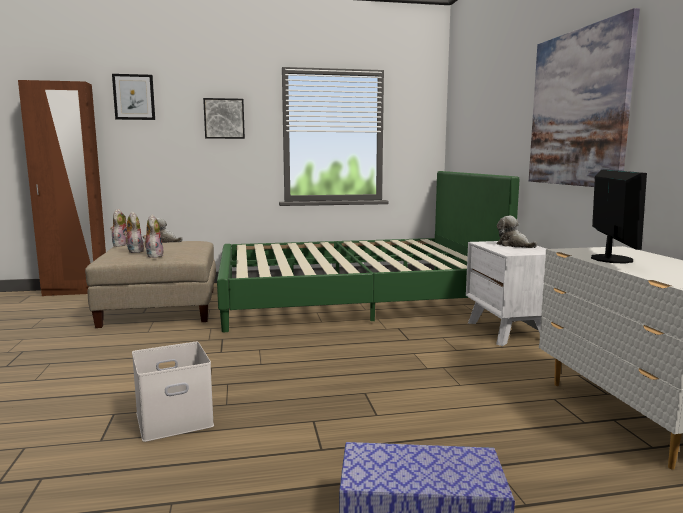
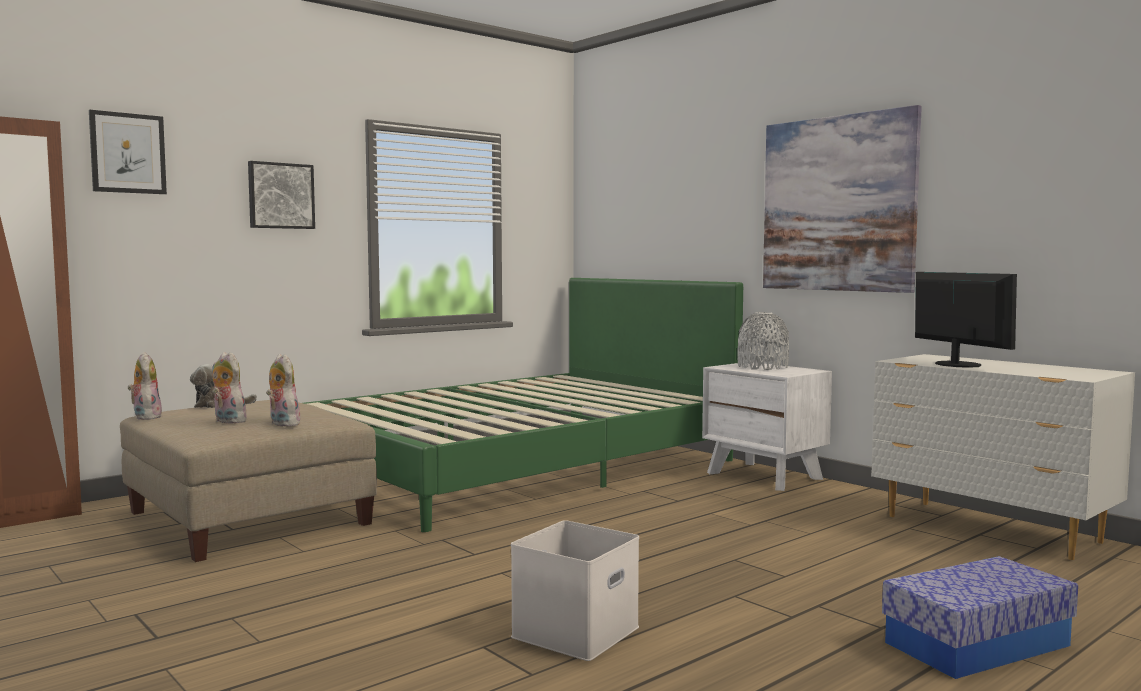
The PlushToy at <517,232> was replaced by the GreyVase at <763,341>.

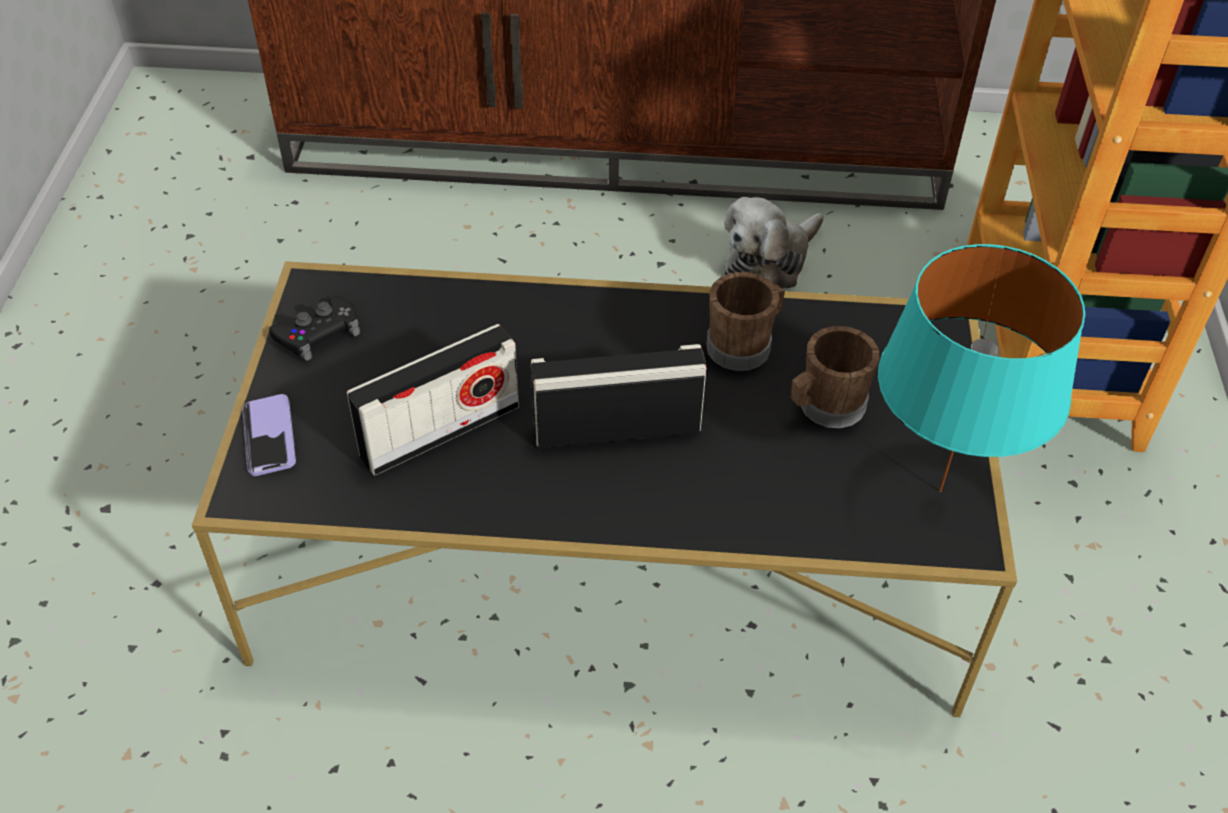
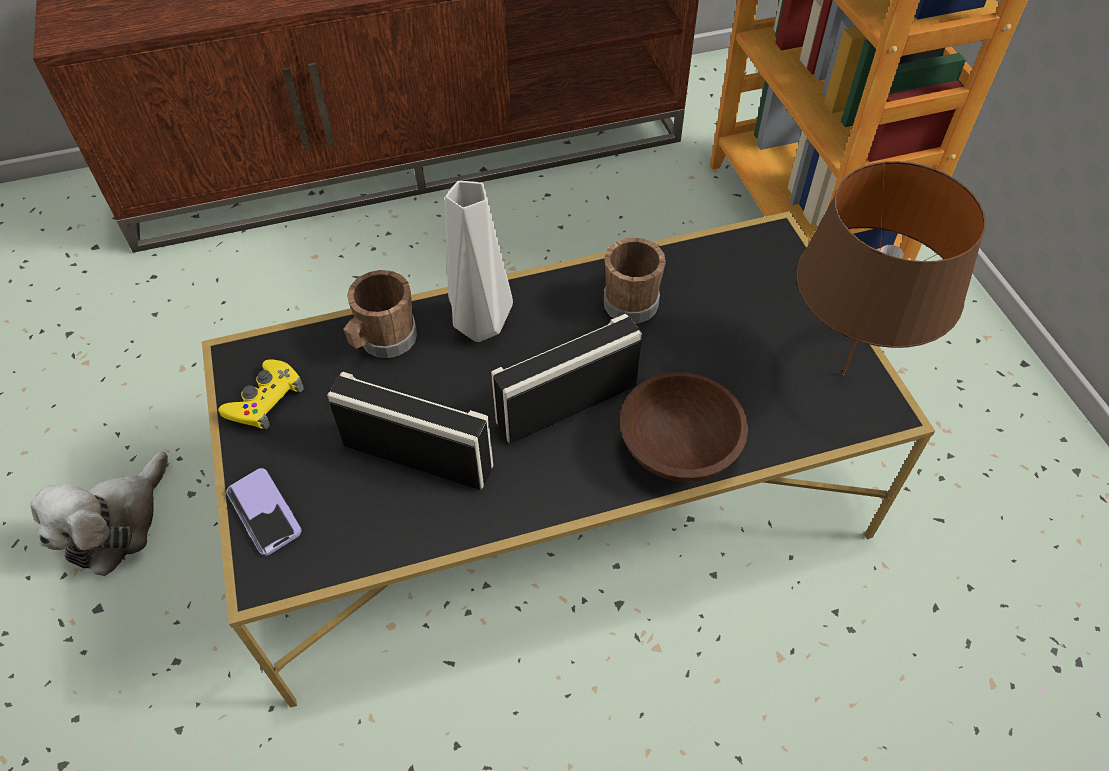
The PlushToy moved from <774,243> to <99,513>. The TurquoiseTableLamp at <981,368> became the BrownTableLamp at <891,268>. The BlackGameController at <314,328> became the YellowGameController at <261,394>. The Radio at <433,400> turned 105 degrees counterclockwise. The BrownMug moved from <835,377> to <380,314>. The GreyVase at <479,261> appeared. The BrownBowl at <684,427> appeared.

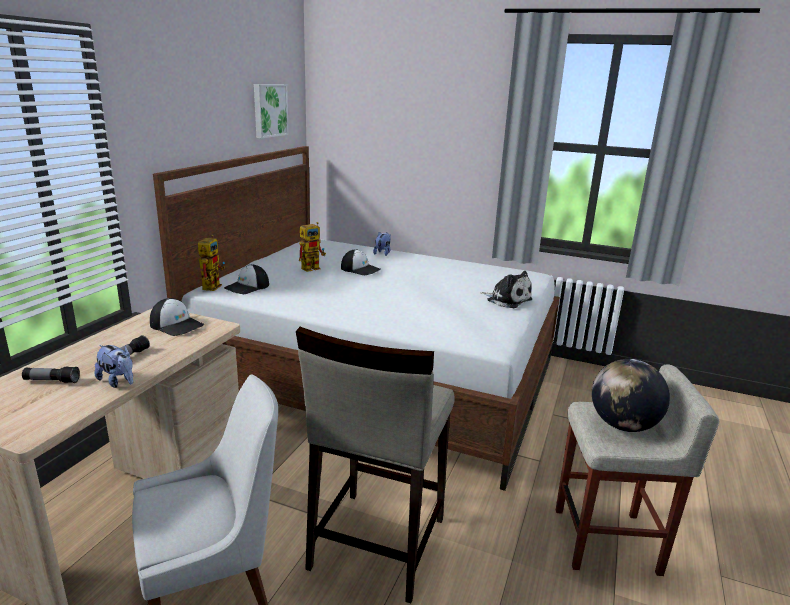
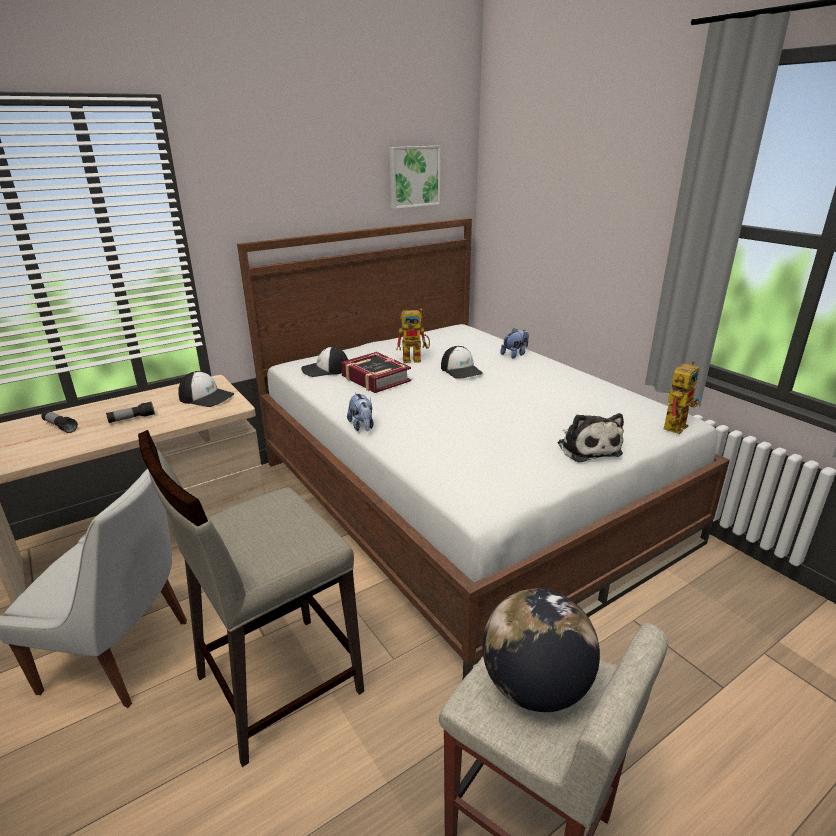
The ToyRobot moved from <211,262> to <682,397>. The Cap at <177,317> turned 45 degrees counterclockwise. The PlushToy moved from <113,366> to <360,411>. The Book at <376,372> appeared.

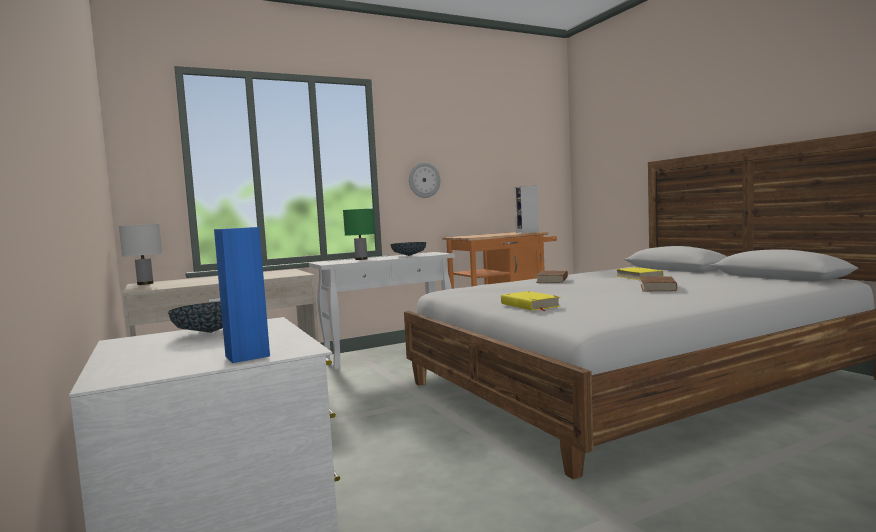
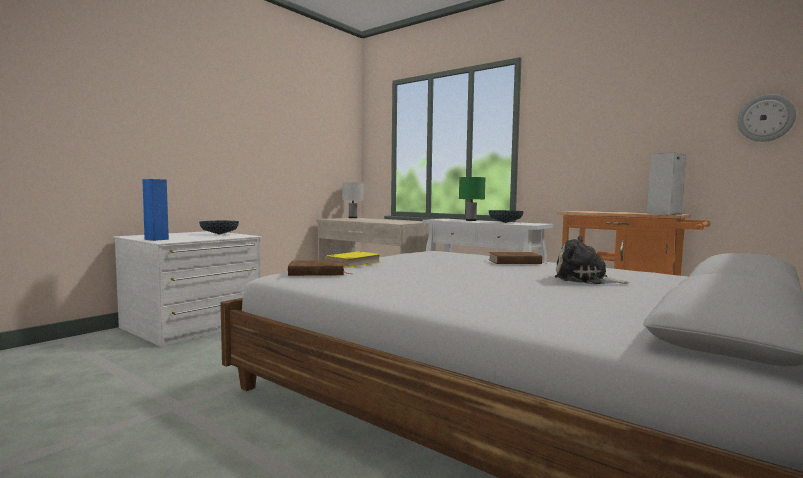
The WallClock moved from <424,180> to <767,118>. The YellowBook at <639,273> was replaced by the PlushToy at <592,260>. The BrownBook moved from <658,283> to <319,268>.

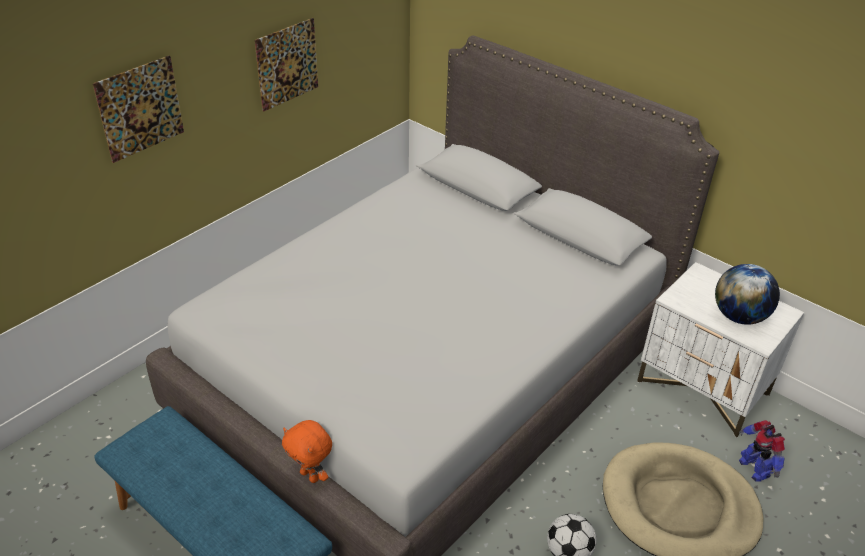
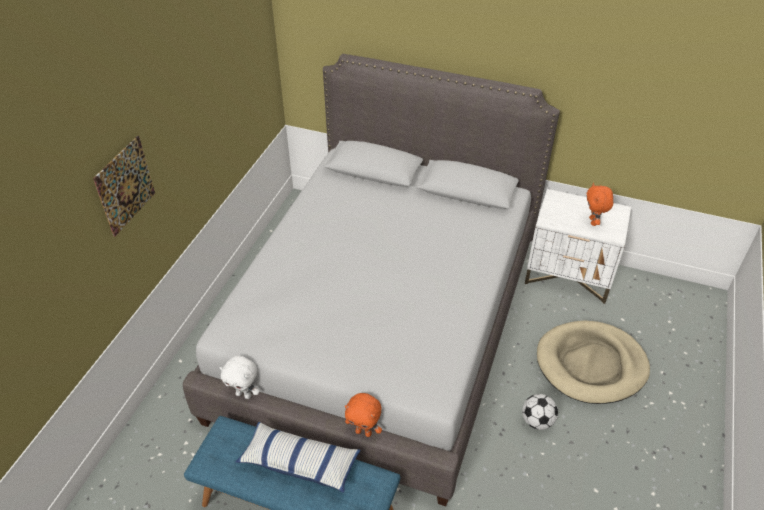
The Picture at <286,65> disappeared. The Globe at <747,294> was replaced by the OrangePlushToy at <600,204>. The ToyRobot at <762,450> disappeared. The WhitePlushToy at <240,377> appeared. The Pillow at <297,457> appeared.

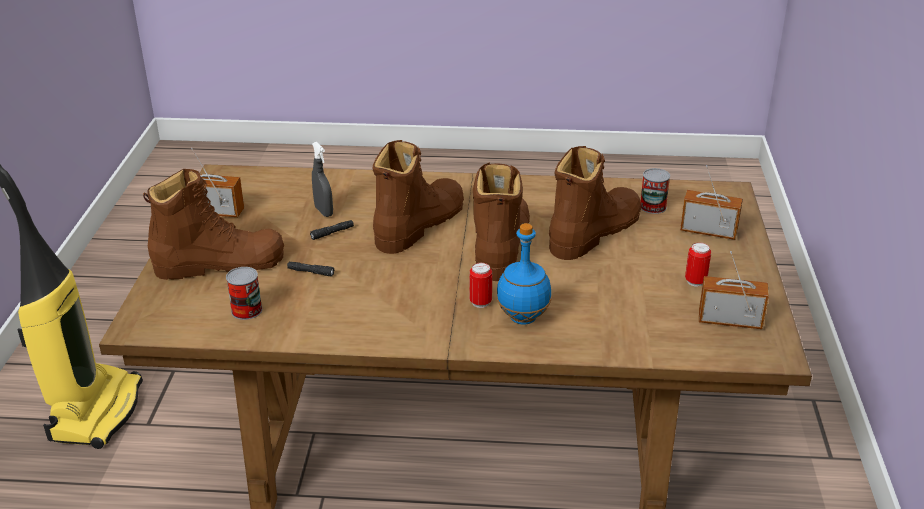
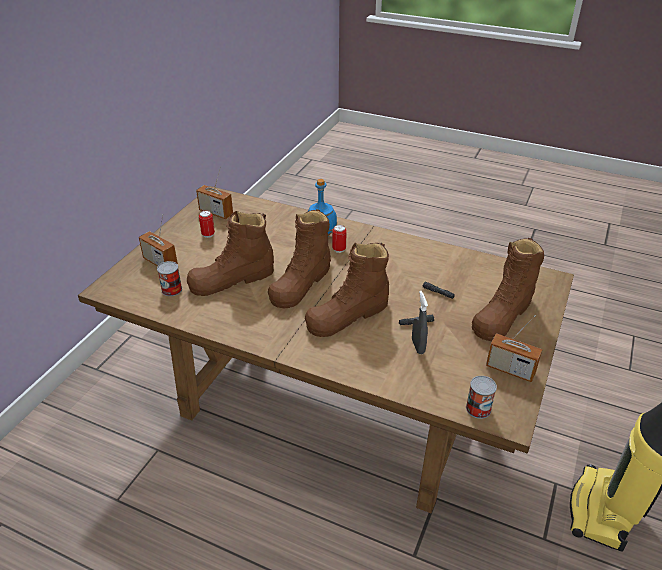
The BrownBoot at <213,224> turned 60 degrees counterclockwise. The Can moved from <244,293> to <481,397>.

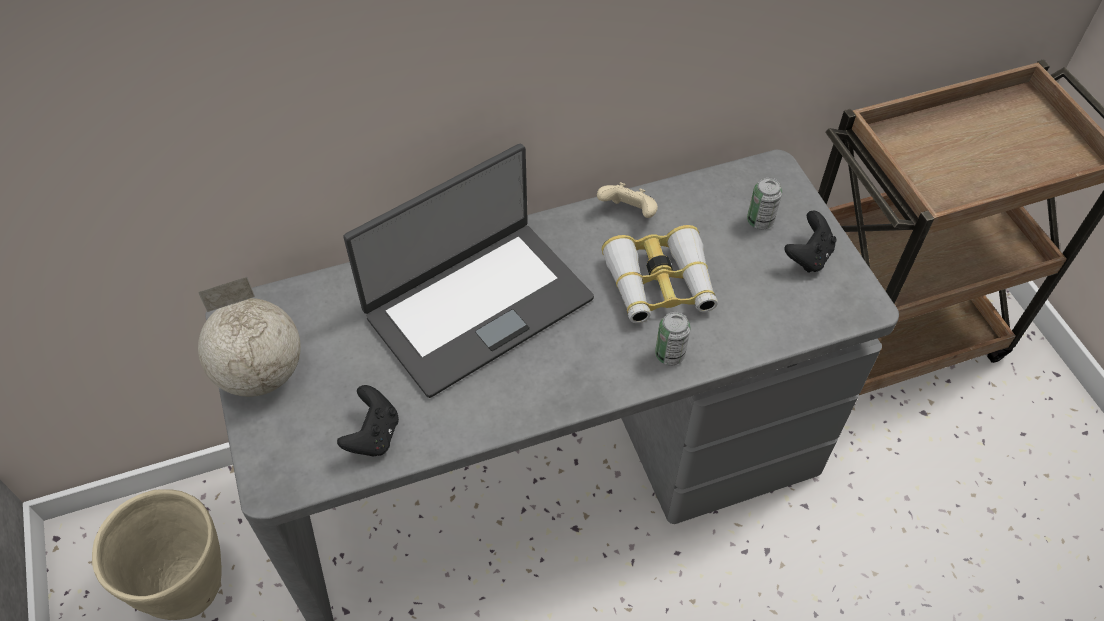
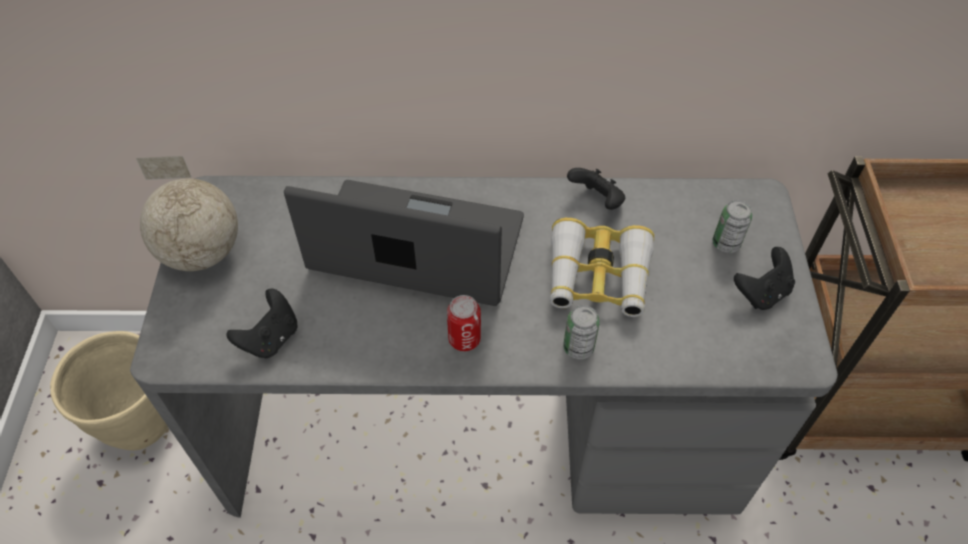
The Laptop at <469,271> turned 150 degrees counterclockwise. The BeigeGameController at <627,200> became the BlackGameController at <596,189>. The Can at <464,323> appeared.

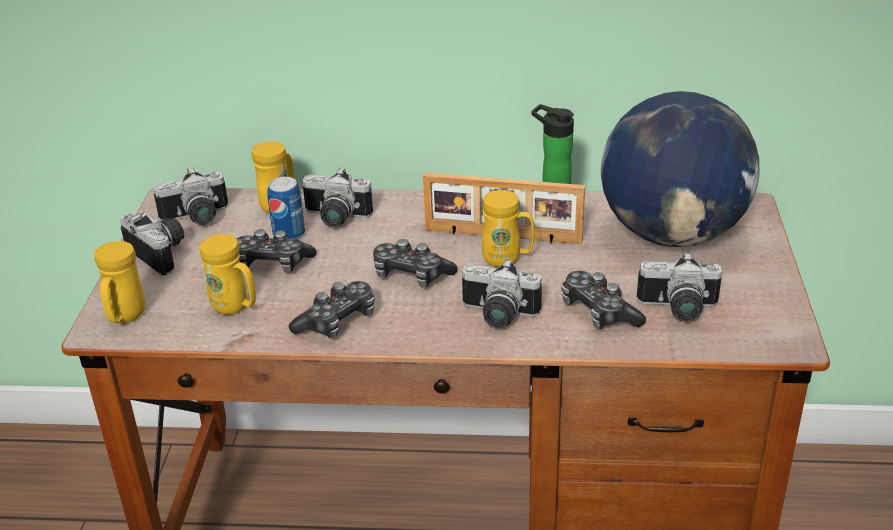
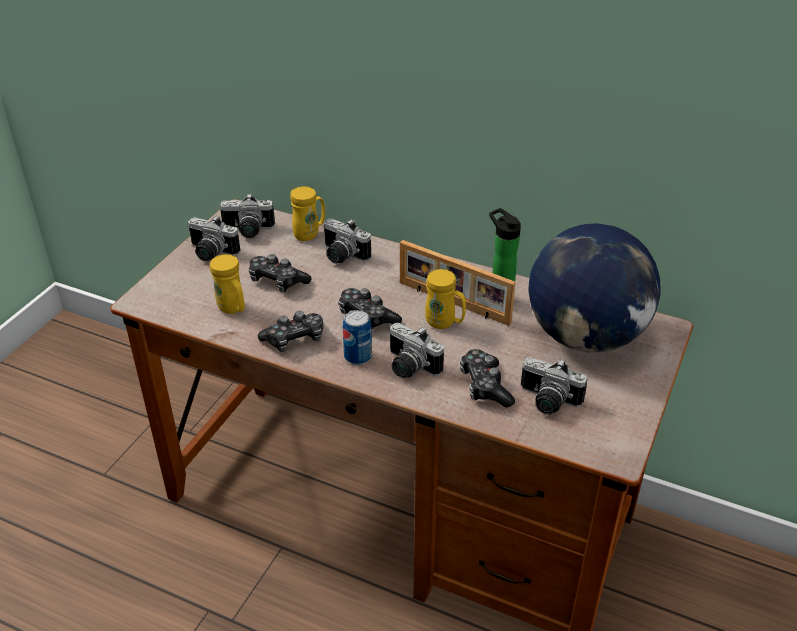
The Can moved from <286,208> to <357,337>. The PhotoCamera at <152,244> turned 135 degrees clockwise. The YellowMug at <120,282> disappeared.

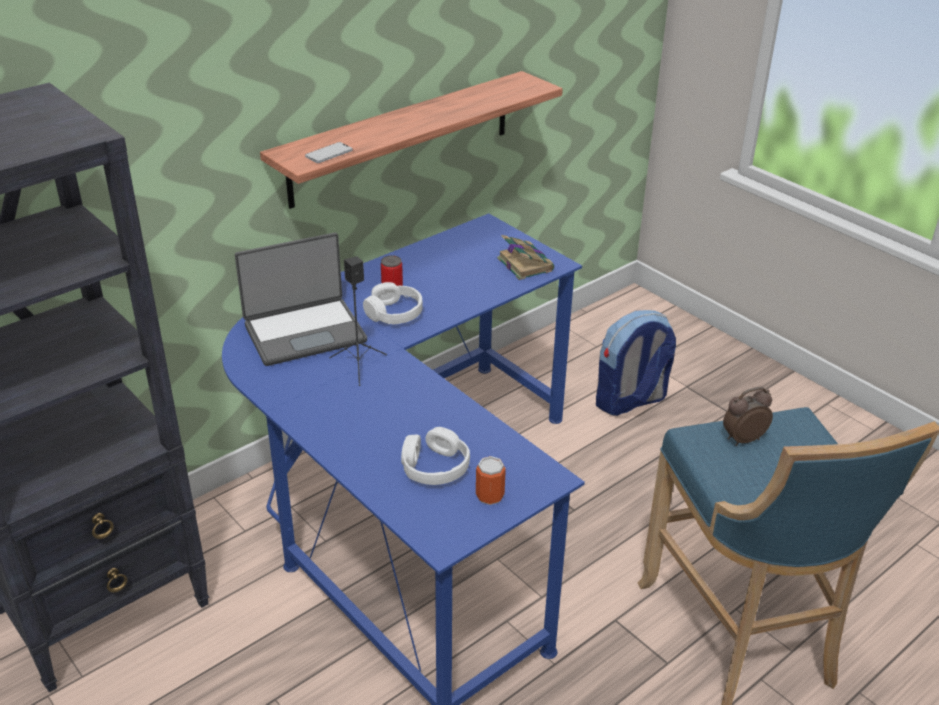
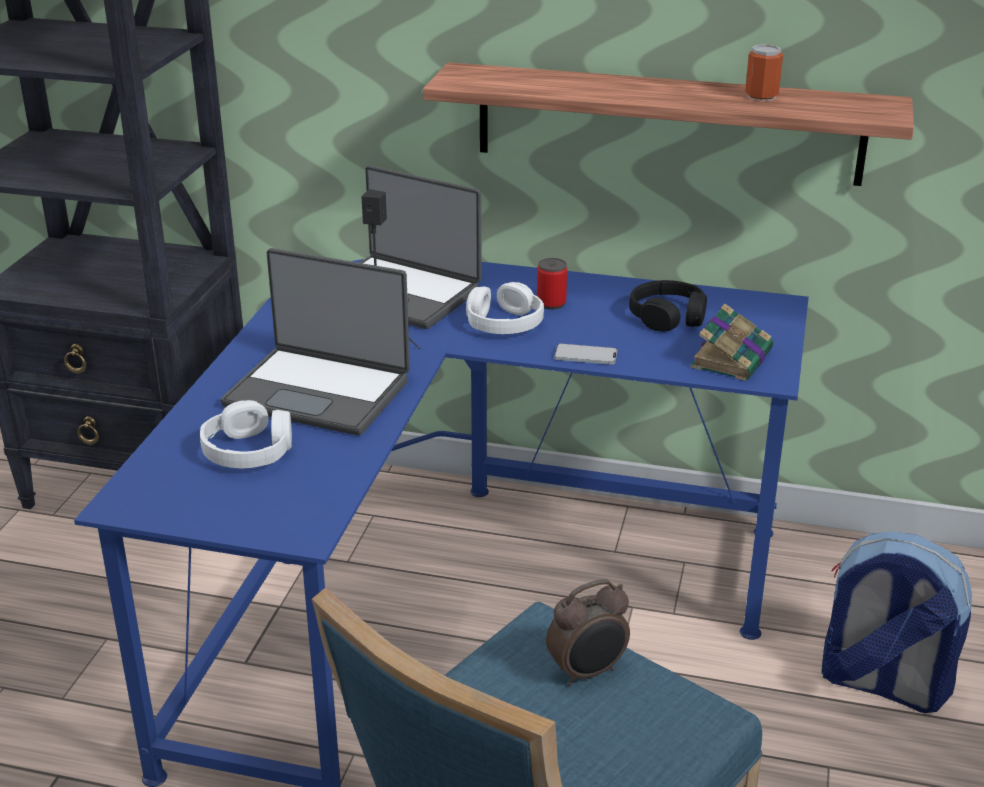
The Phone moved from <329,152> to <585,354>. The AlarmClock at <748,416> turned 120 degrees clockwise. The Can moved from <491,480> to <764,72>. The Laptop at <315,342> appeared. The BlackHeadphones at <668,306> appeared.

